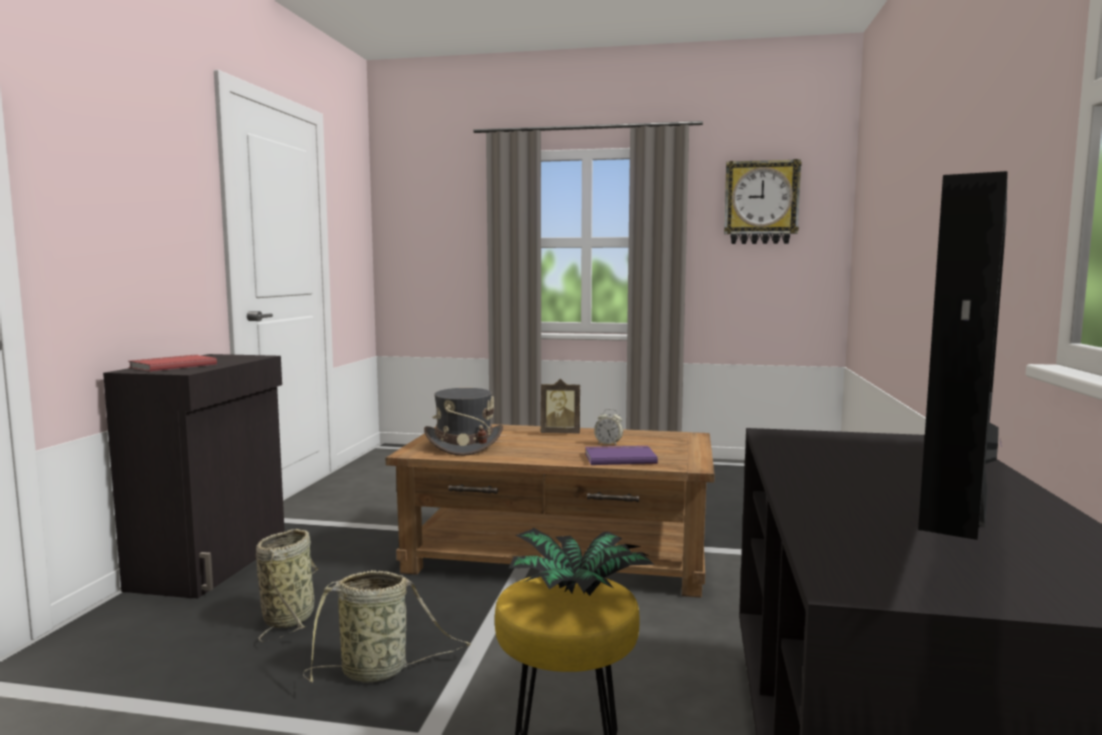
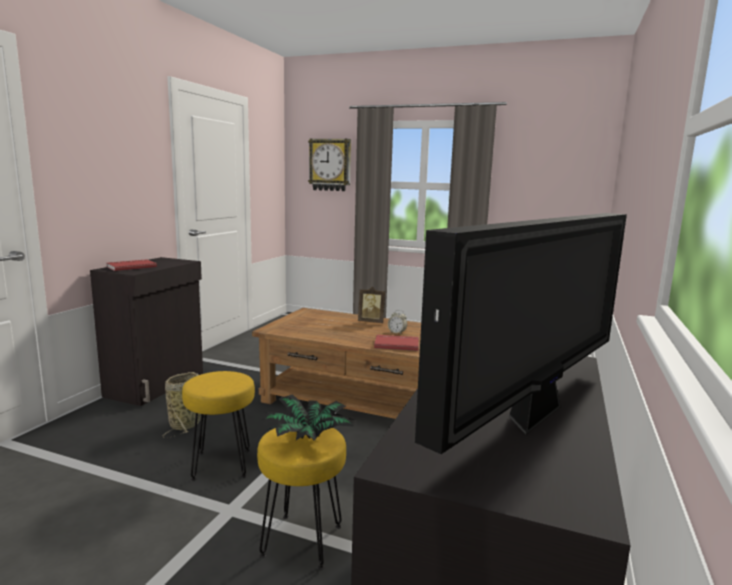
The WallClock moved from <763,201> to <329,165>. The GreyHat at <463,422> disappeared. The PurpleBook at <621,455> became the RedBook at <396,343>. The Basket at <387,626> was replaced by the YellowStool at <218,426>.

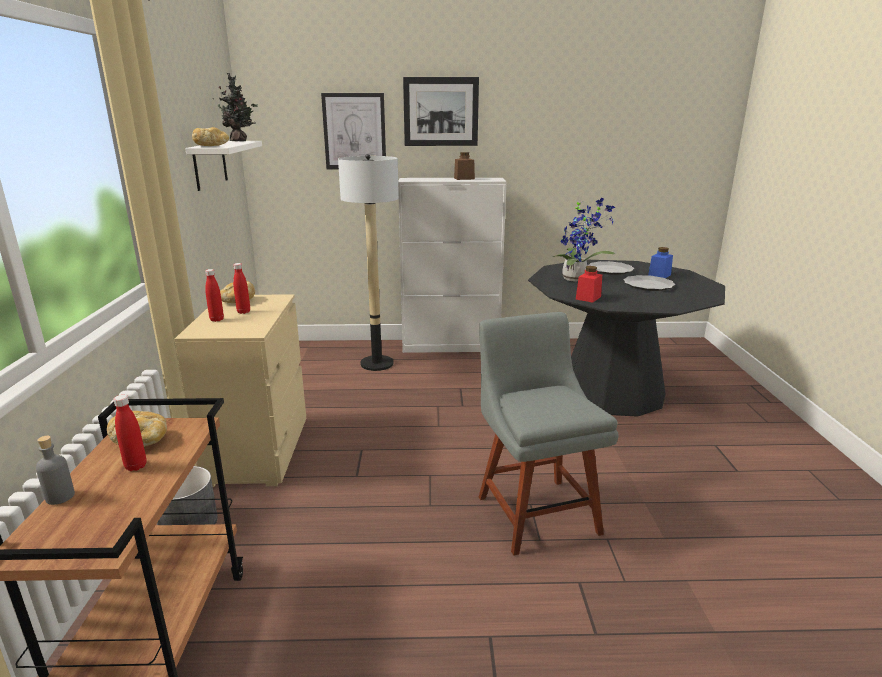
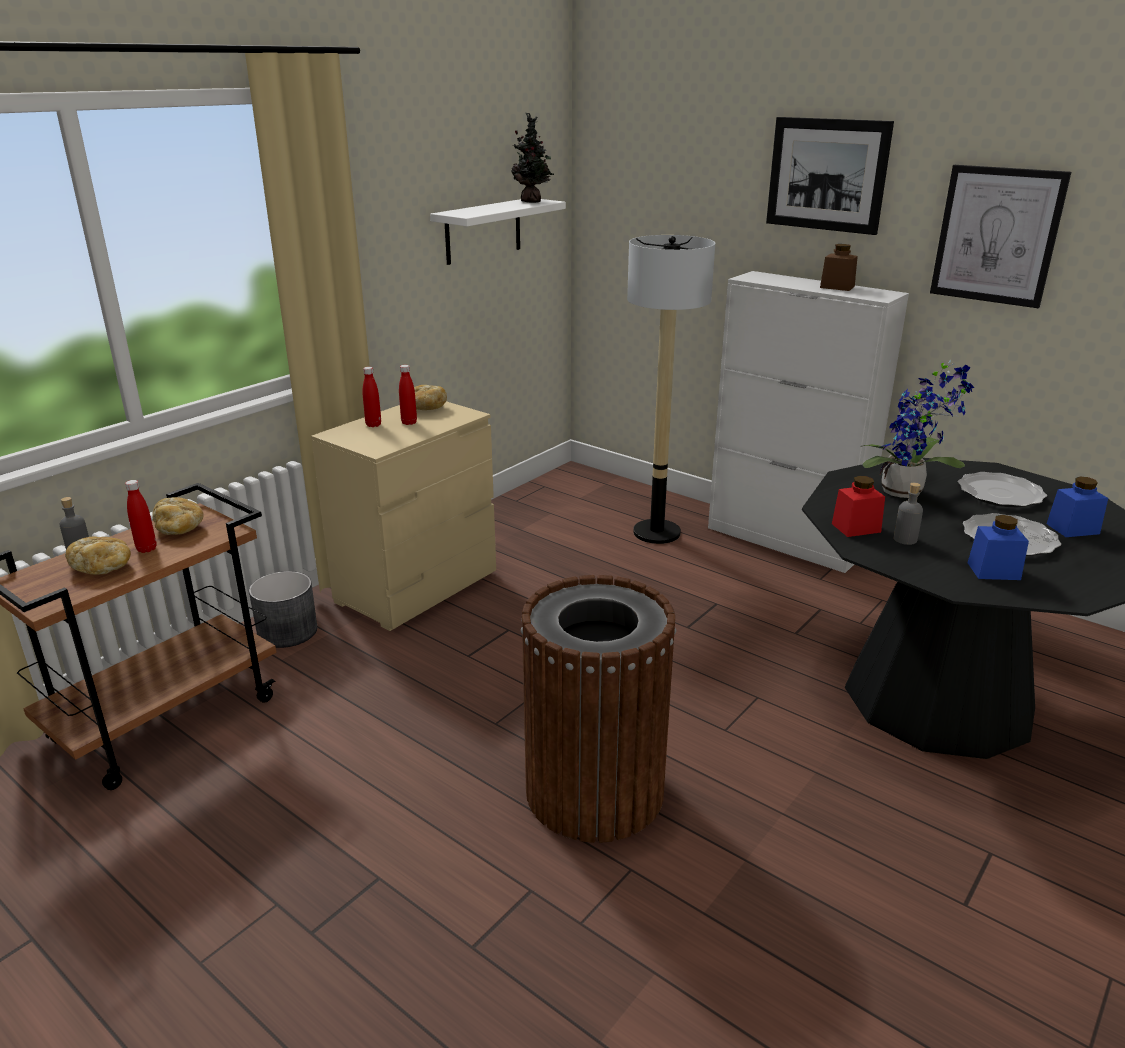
The Picture moved from <353,131> to <1000,236>. The Bread moved from <210,136> to <98,556>. The GreyChair at <549,434> was replaced by the BrownTrashCan at <598,709>. The GreyBottle at <908,514> appeared. The BlueJar at <998,547> appeared.

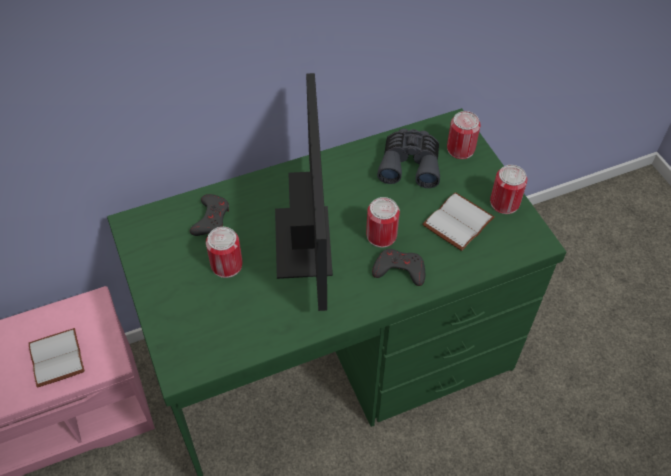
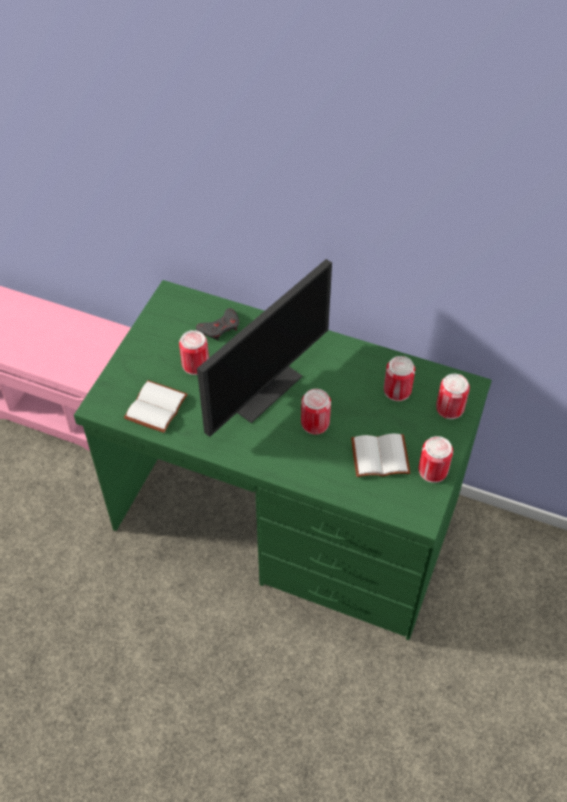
The GreyBinoculars at <408,158> was replaced by the Can at <399,378>. The GreyGameController at <398,267> disappeared. The WhiteBook moved from <57,358> to <156,406>.

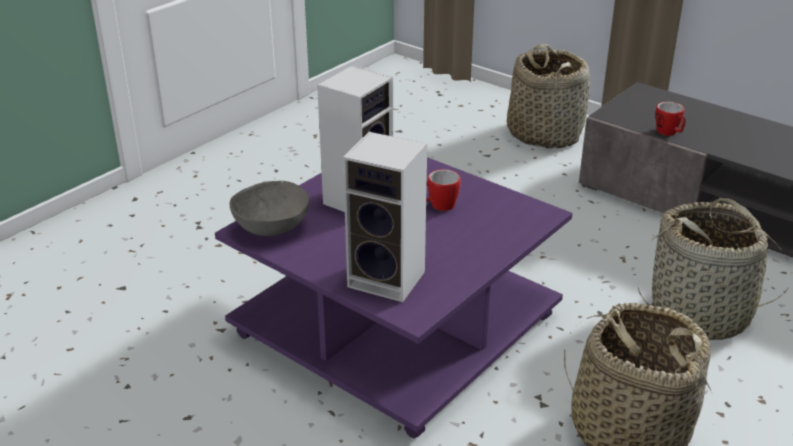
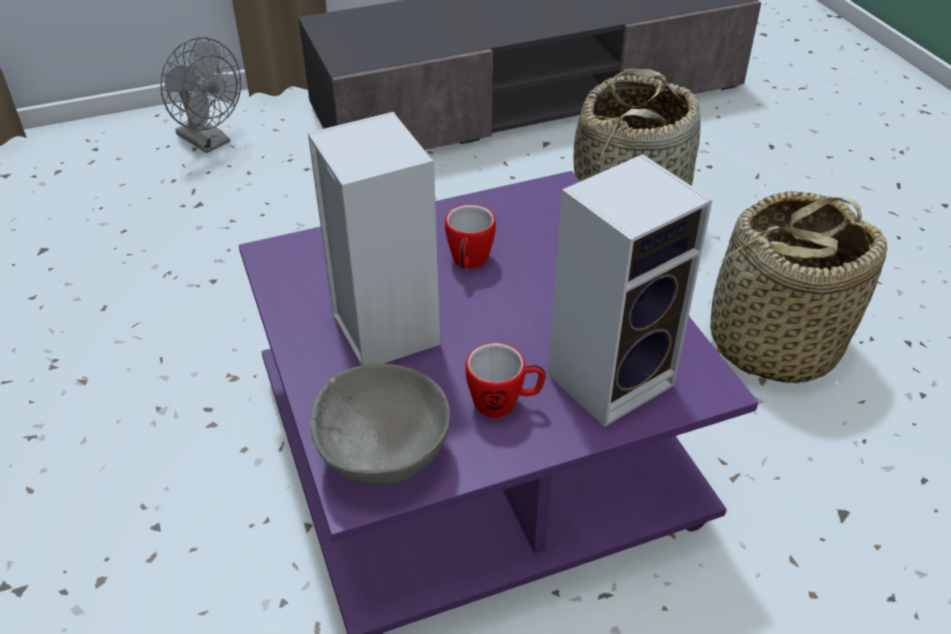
The Basket at <548,96> was replaced by the GreyFan at <201,95>. The Mug moved from <671,119> to <506,380>.

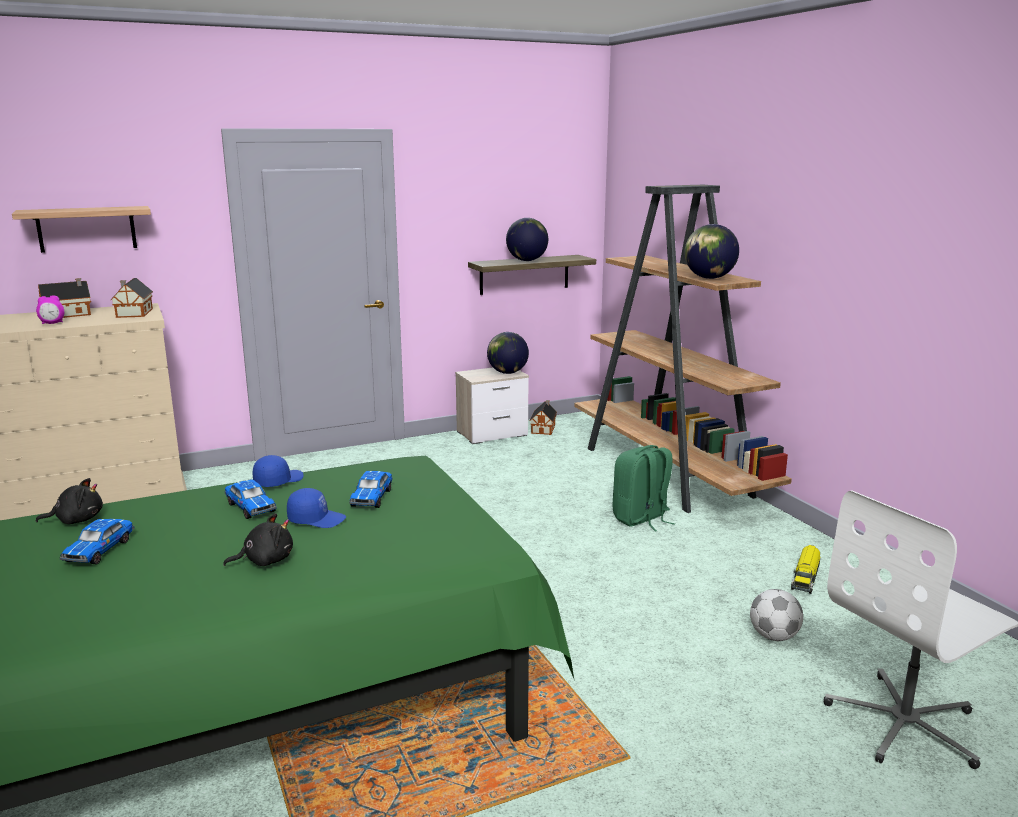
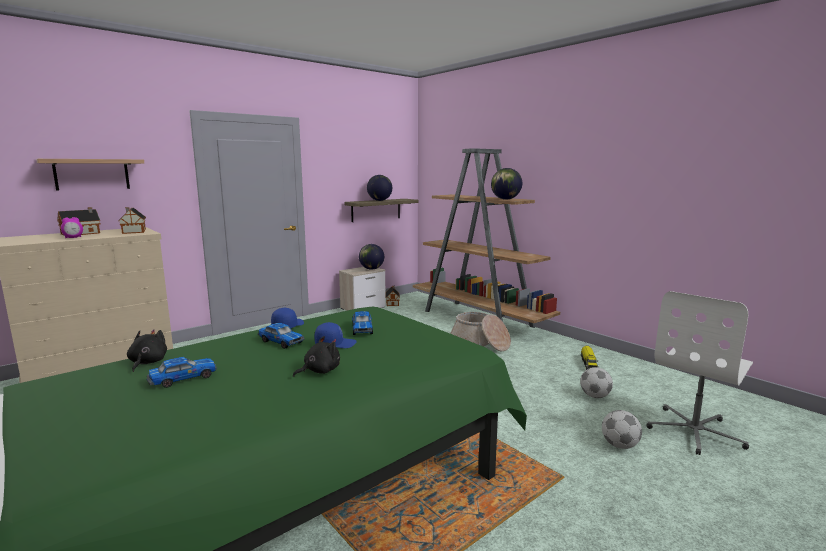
The GreenBackpack at <644,488> was replaced by the Basket at <480,331>. The BlackPlushToy at <69,501> turned 60 degrees counterclockwise. The ToyCar at <97,542> turned 120 degrees counterclockwise. The Football at <622,429> appeared.

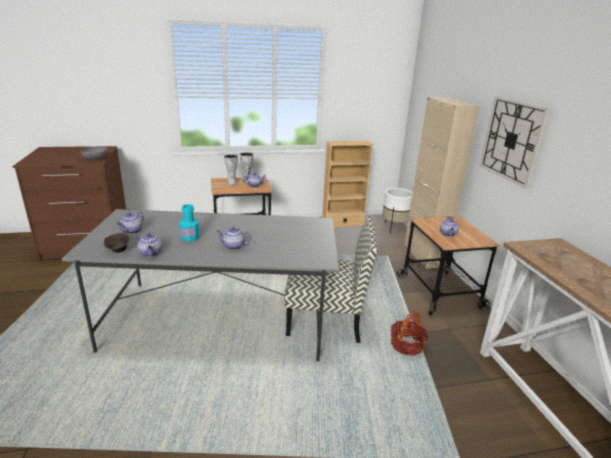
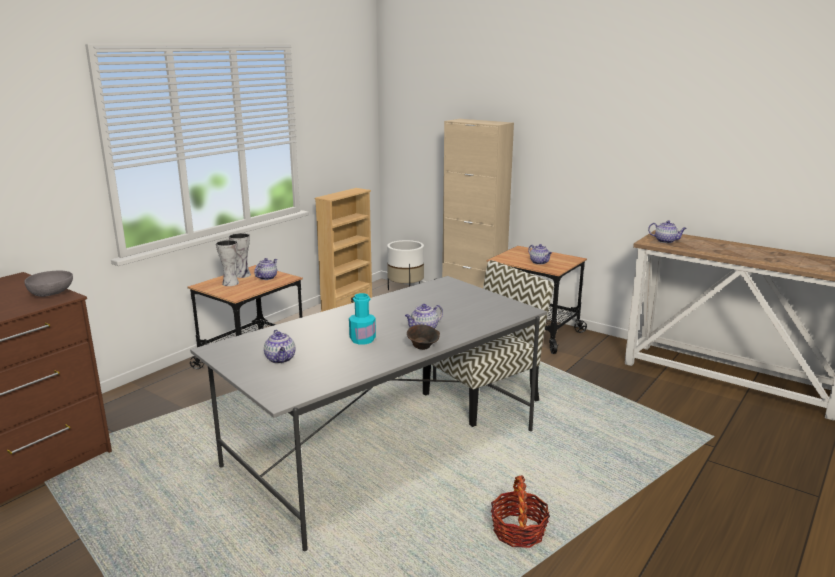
The WallClock at <515,142> disappeared. The Teapot moved from <150,244> to <667,231>. The BrownBowl moved from <117,243> to <423,337>. The Basket moved from <409,334> to <520,511>.

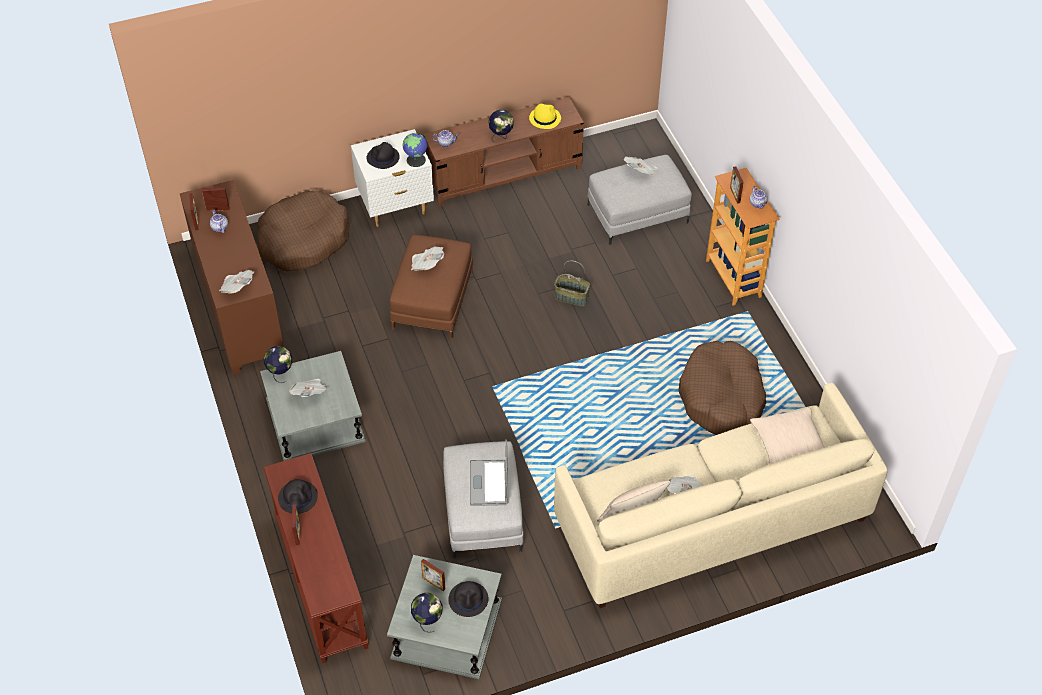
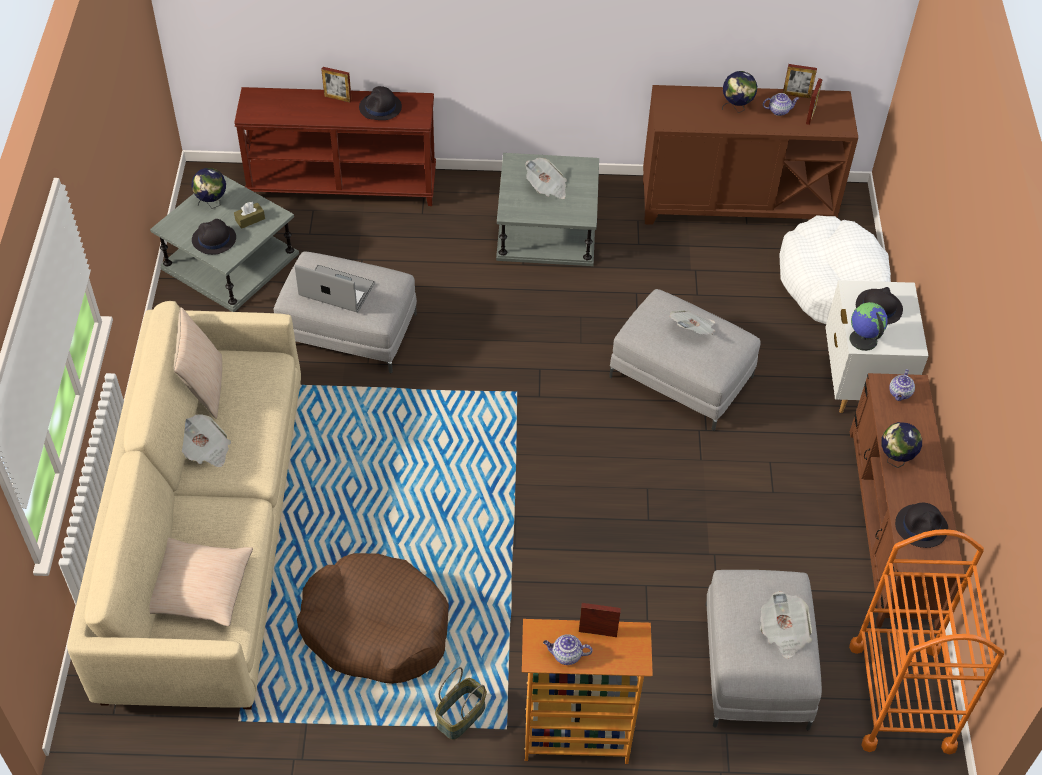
The YellowHat at <545,116> became the BlackHat at <921,525>. The BrownDogBed at <303,230> became the WhiteDogBed at <835,269>. The BrownOttoman at <431,287> became the GreyOttoman at <685,360>. The Basket moved from <572,283> to <461,703>. The Newspaper at <236,282> disappeared. The Globe moved from <278,364> to <739,92>. The PictureFrame at <433,575> was replaced by the BrownTissueBox at <249,215>. The OrangeCart at <926,642> appeared.

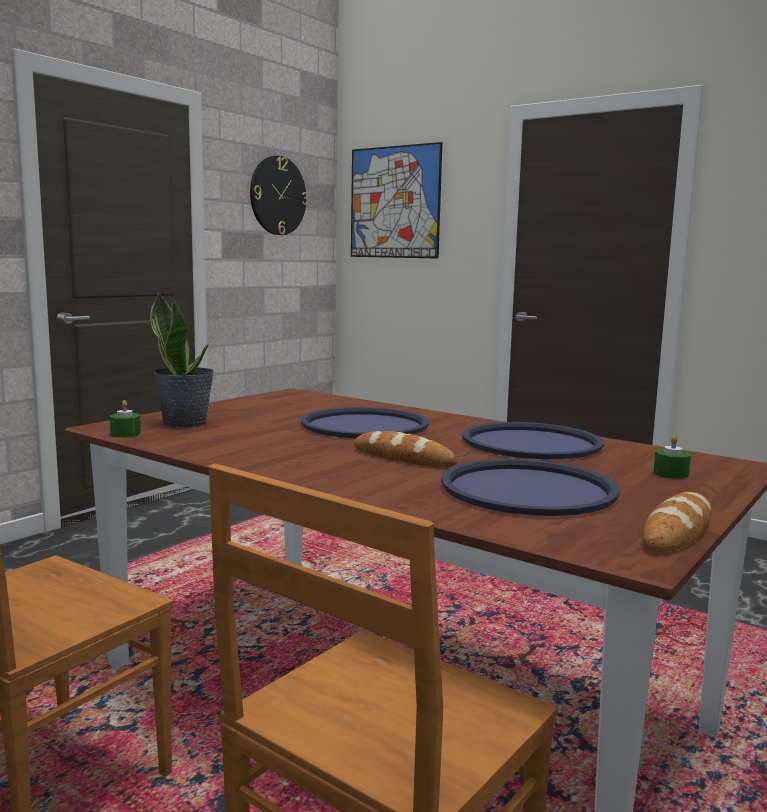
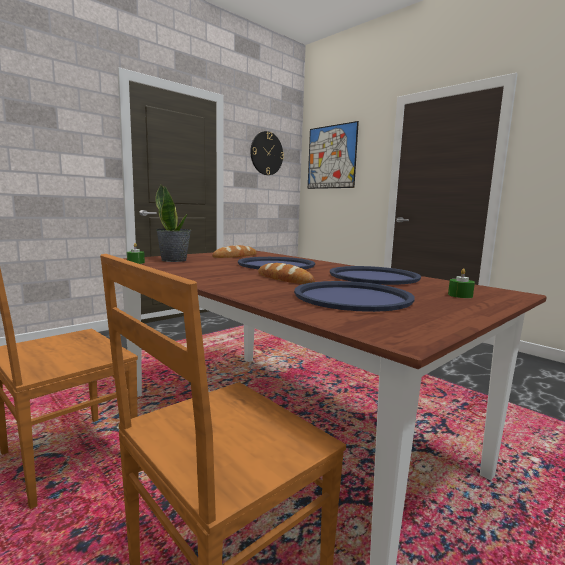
The Bread moved from <677,522> to <234,251>.

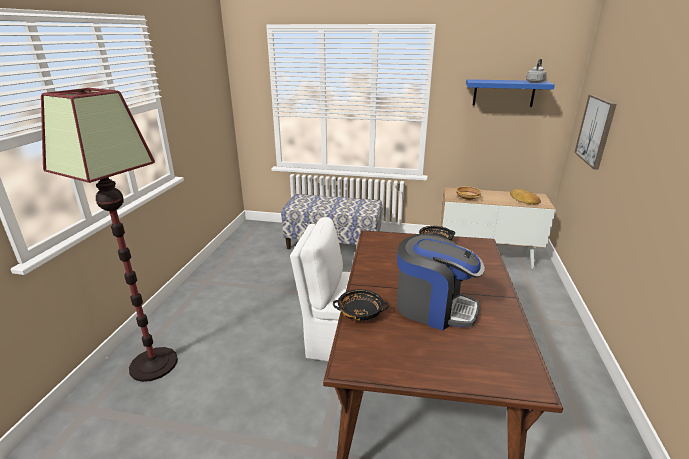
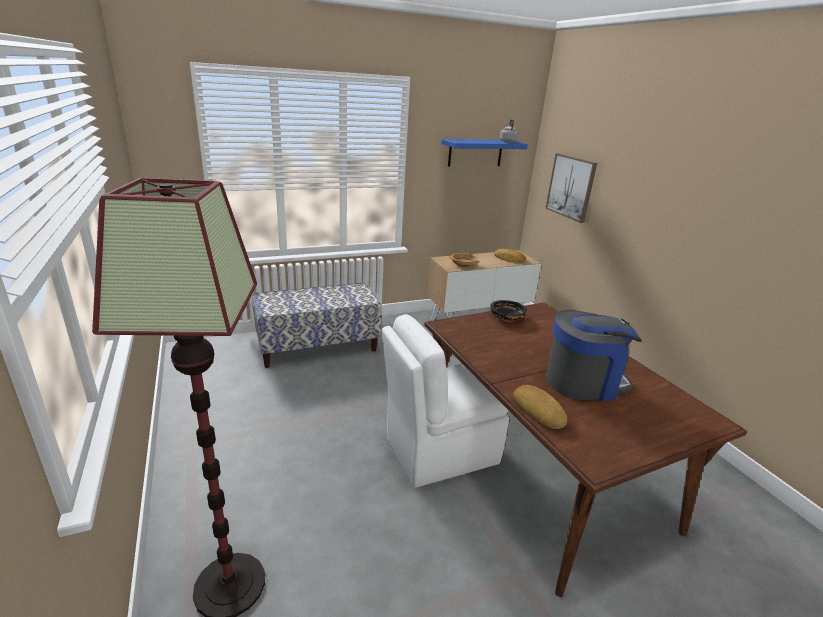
The BlackBowl at <360,305> was replaced by the Bread at <540,407>.

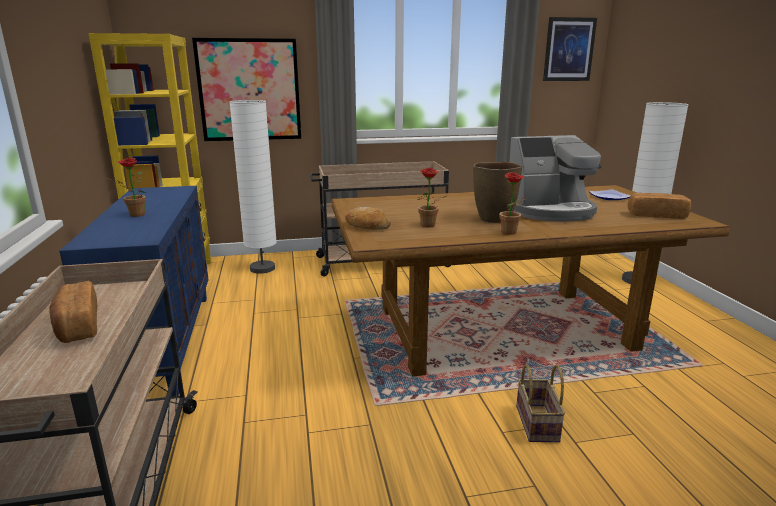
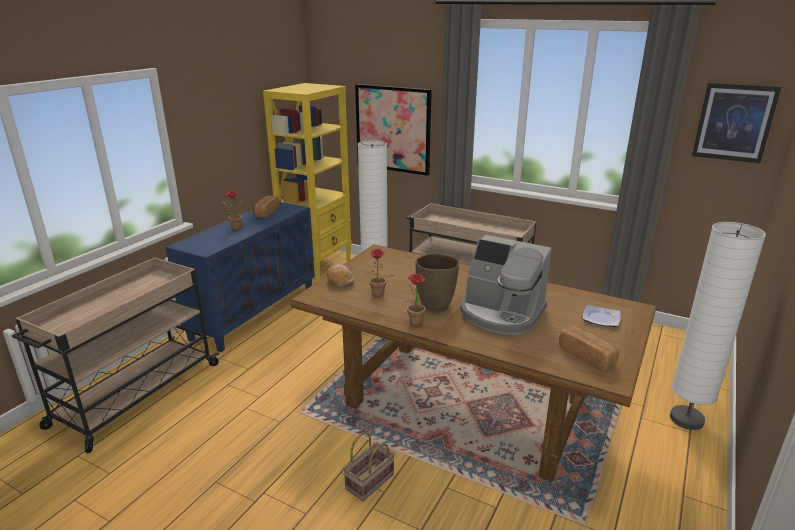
The Bread moved from <73,312> to <266,206>.

